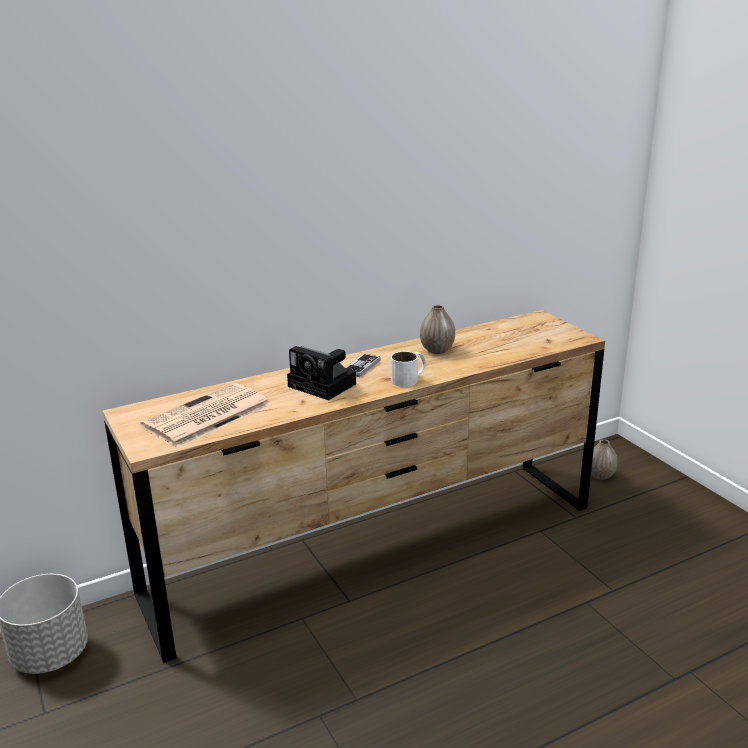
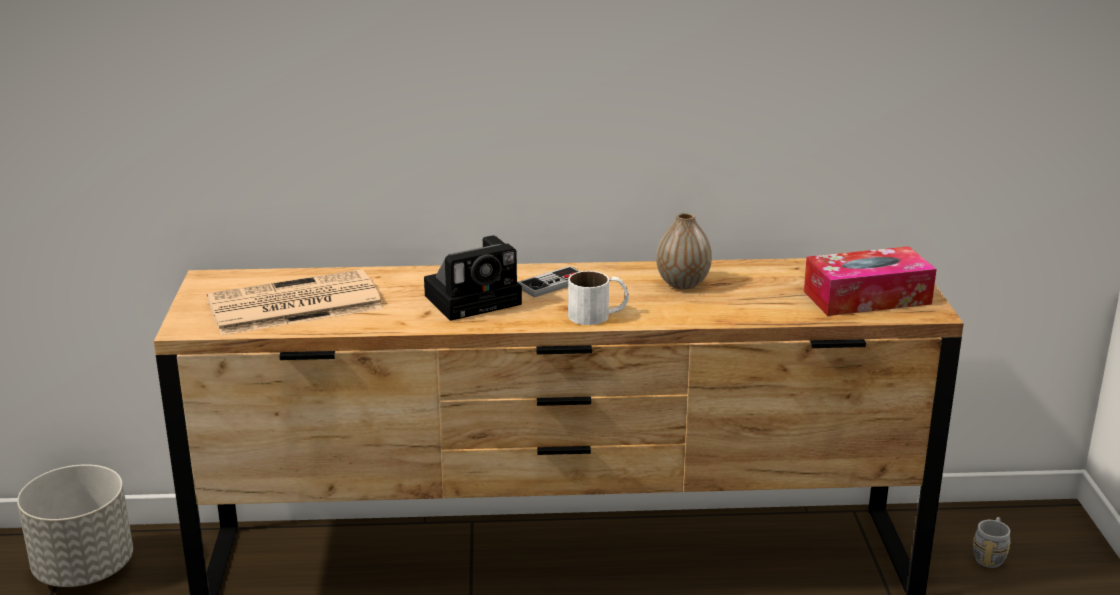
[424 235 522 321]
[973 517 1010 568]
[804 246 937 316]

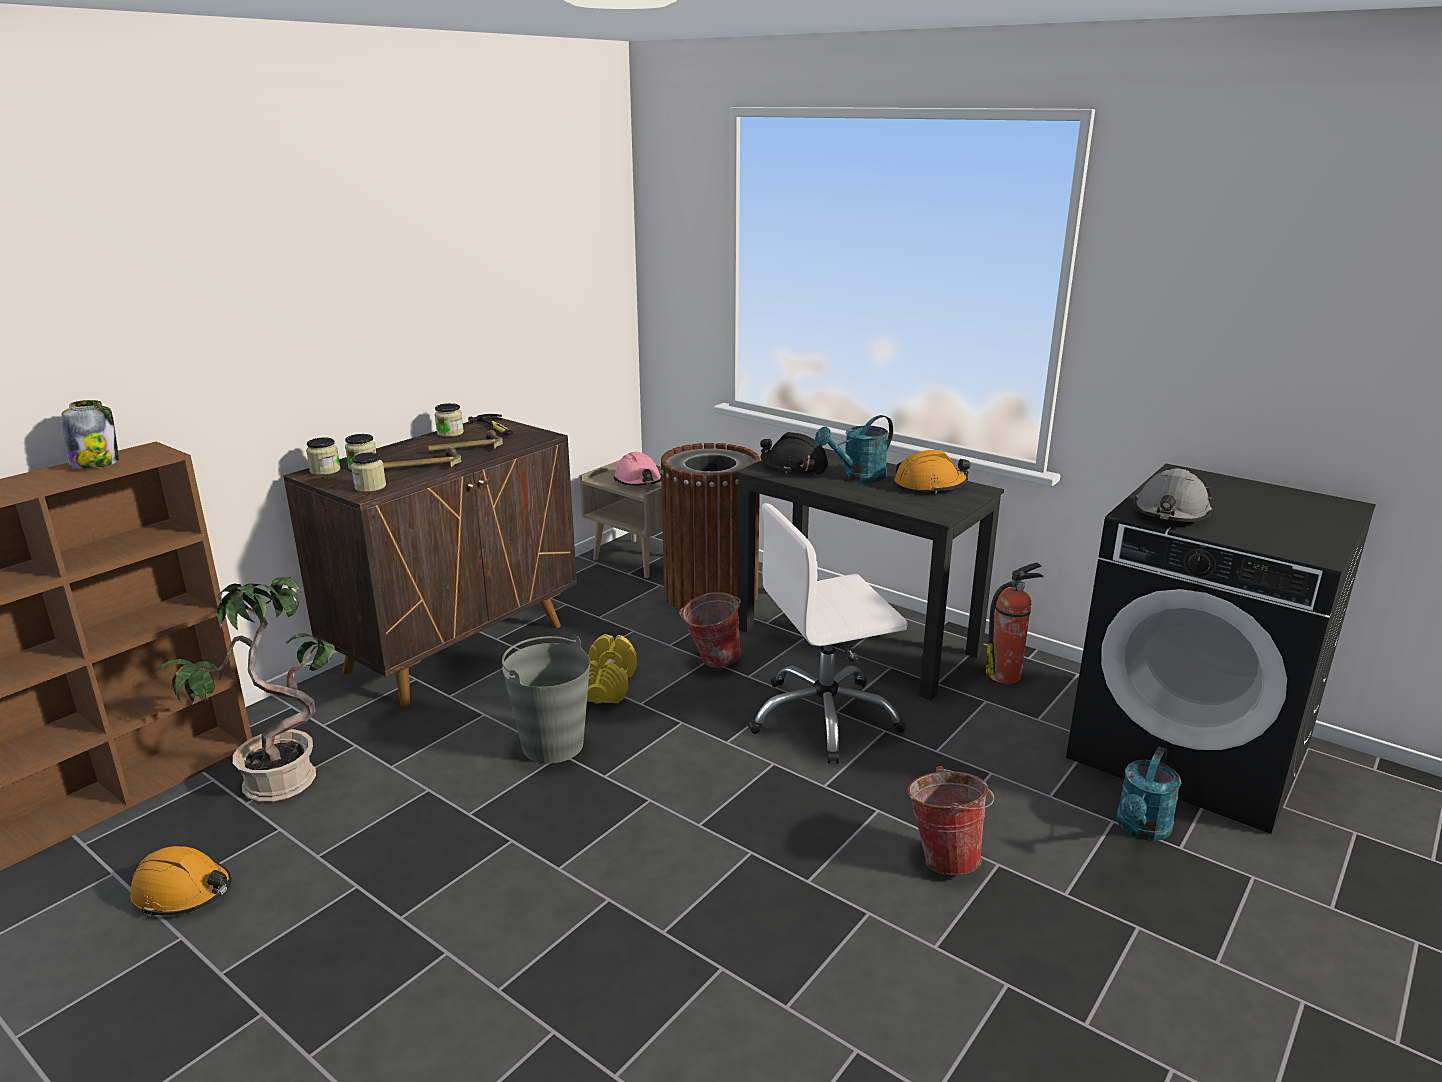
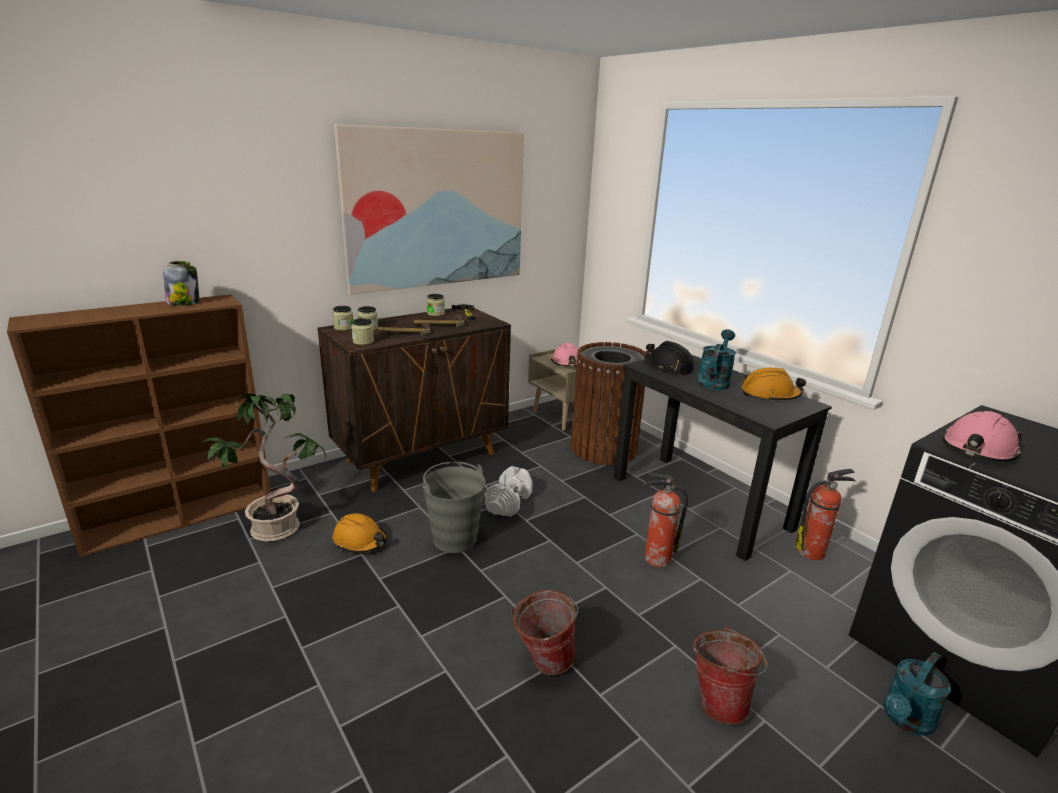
[332 513 387 553]
[485 466 533 517]
[512 590 578 675]
[643 473 688 567]
[697 329 736 390]
[942 411 1022 462]
[334 124 524 295]

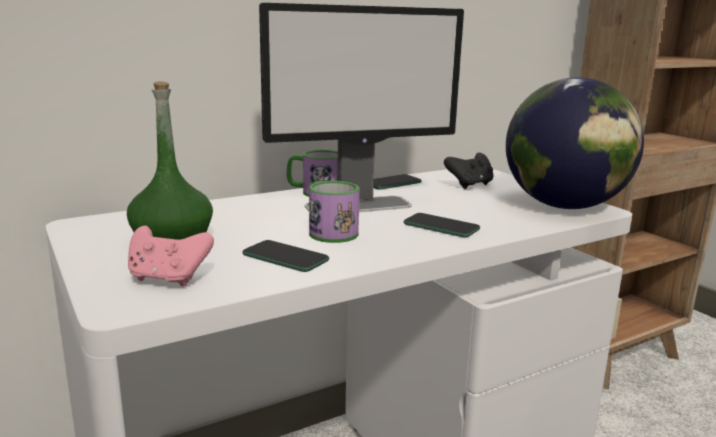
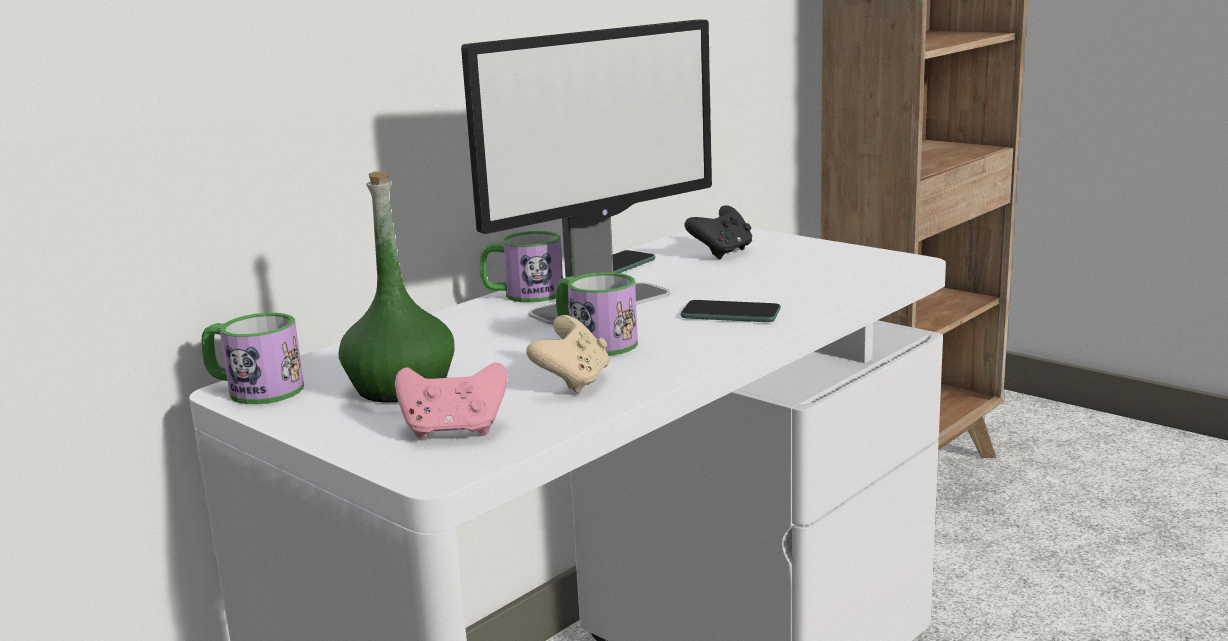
[526 315 609 394]
[506 78 644 209] (first image)
[201 313 304 404]

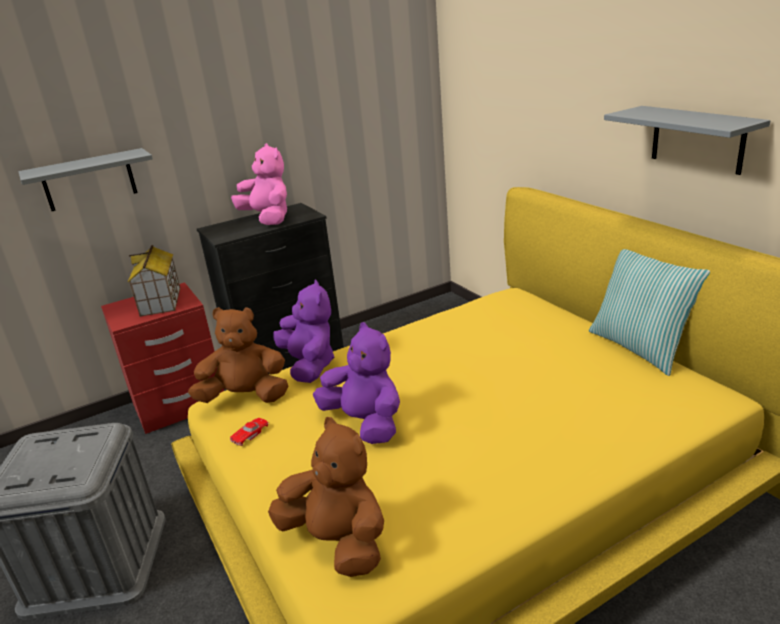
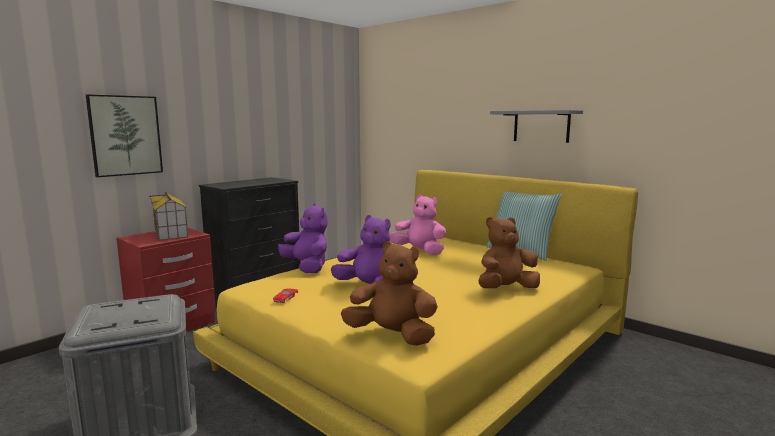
[86 94 163 177]
[479 217 540 288]
[390 194 446 255]

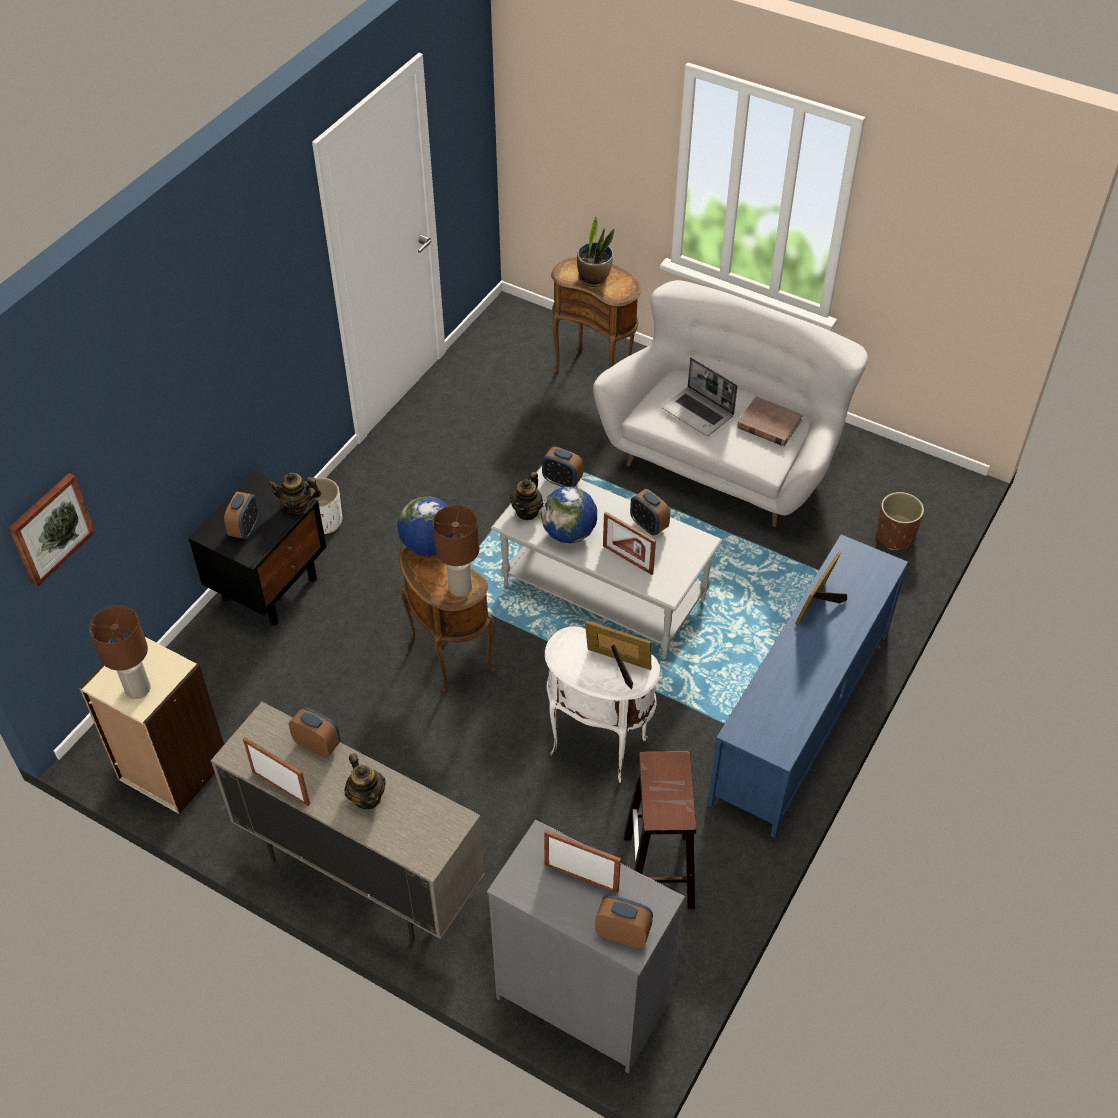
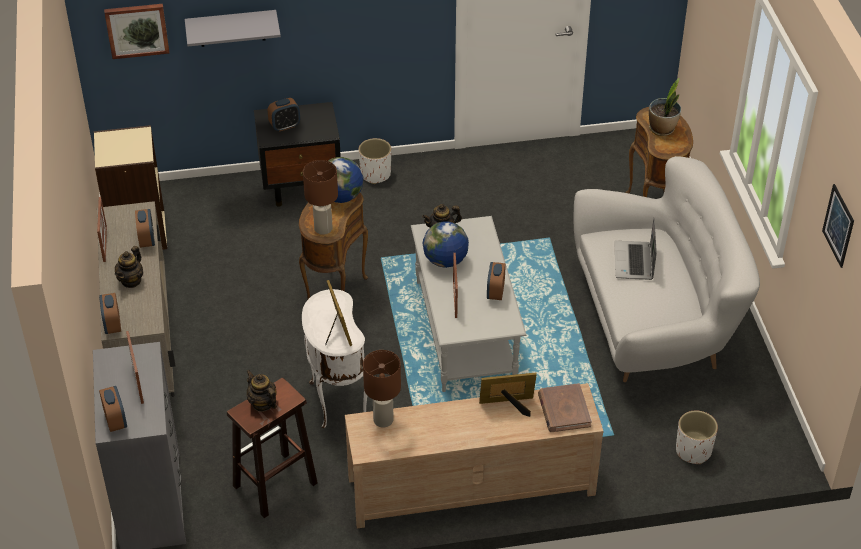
[363 350 401 428]
[246 370 277 412]
[99 293 121 334]
[345 383 603 529]
[538 383 592 432]
[676 411 718 464]
[185 10 281 47]
[822 184 854 268]

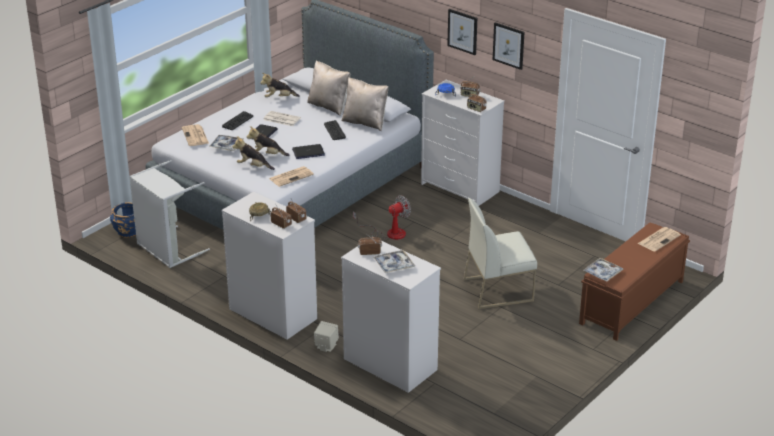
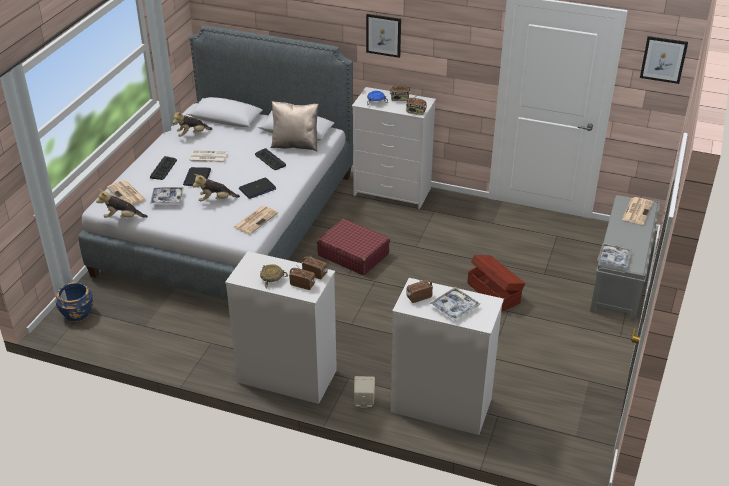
[129 160 210 268] (first image)
[96 189 148 218]
[307 60 350 116] (first image)
[317 219 390 275]
[467 255 525 312]
[640 36 688 84]
[590 195 660 322]

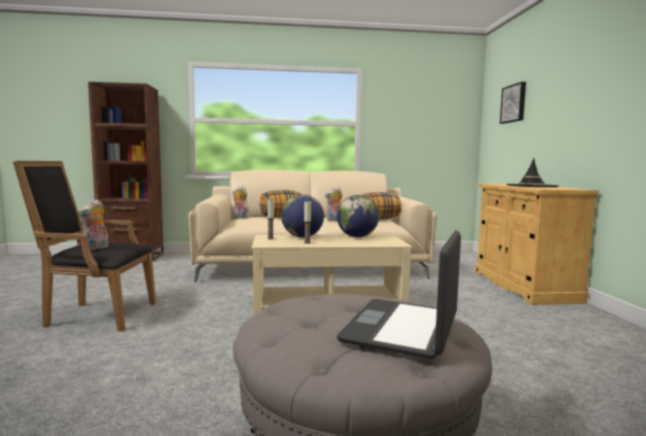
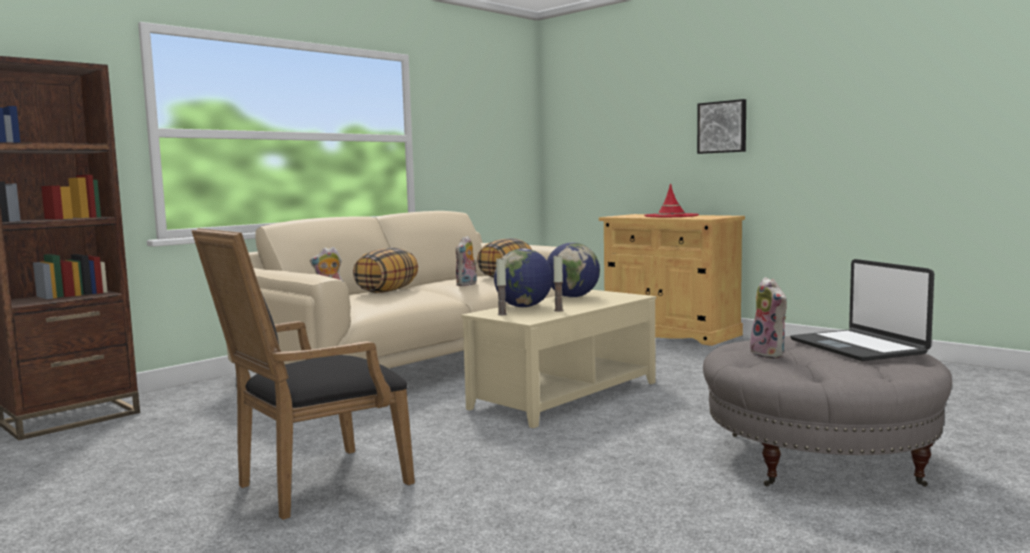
[750 277 787 359]
[697 99 746 154]
[644 183 699 217]

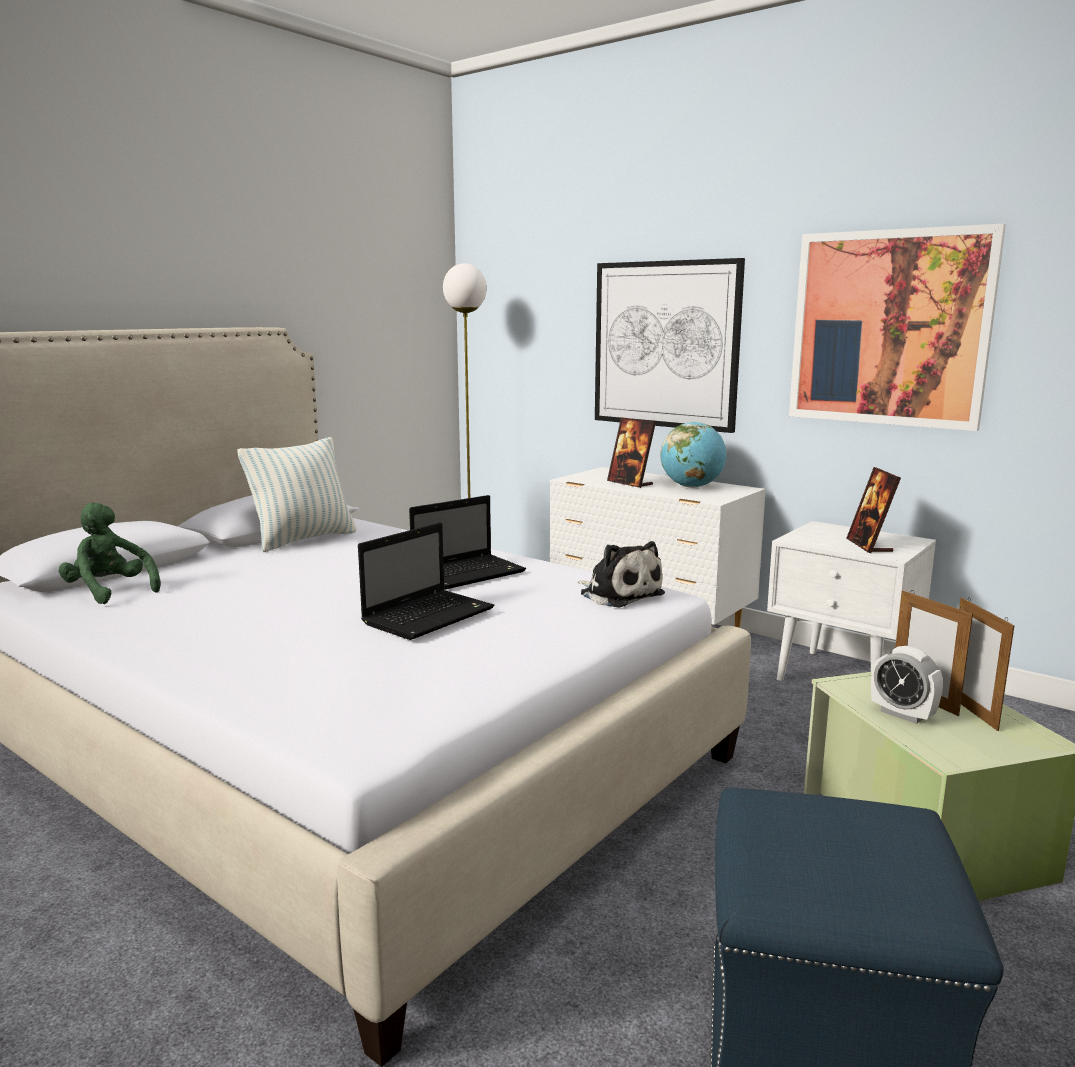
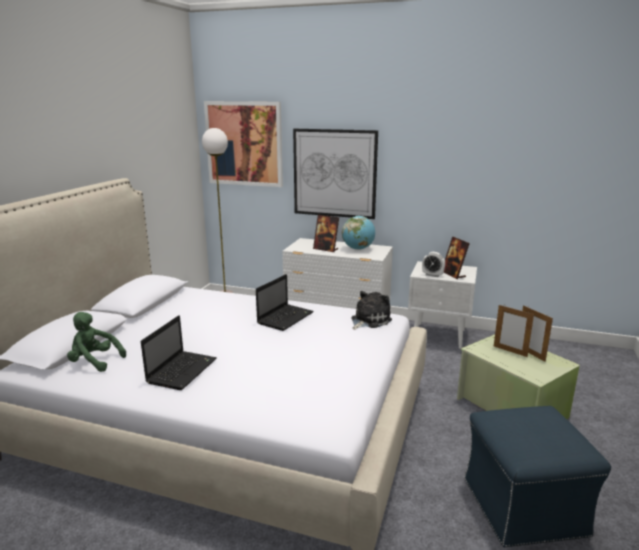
[238 437 357 552] (first image)
[141 315 217 390]
[351 291 392 330]
[204 101 283 187]
[422 252 445 277]

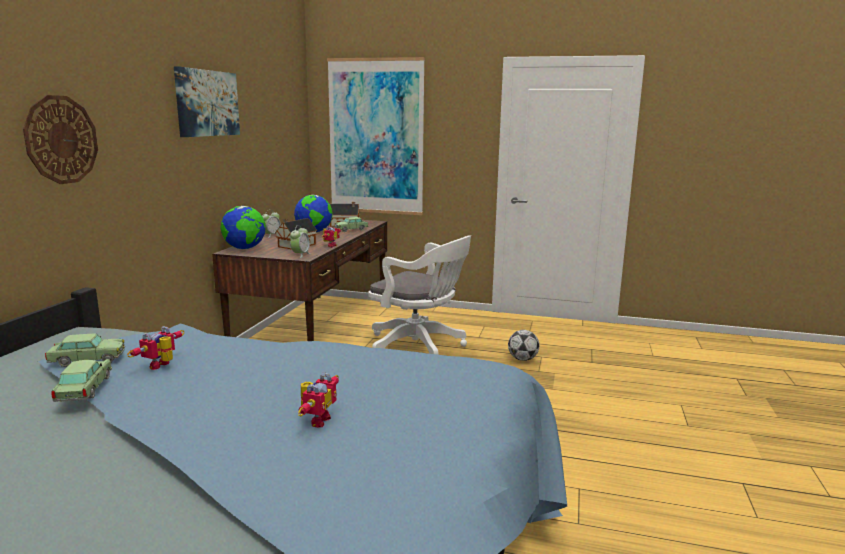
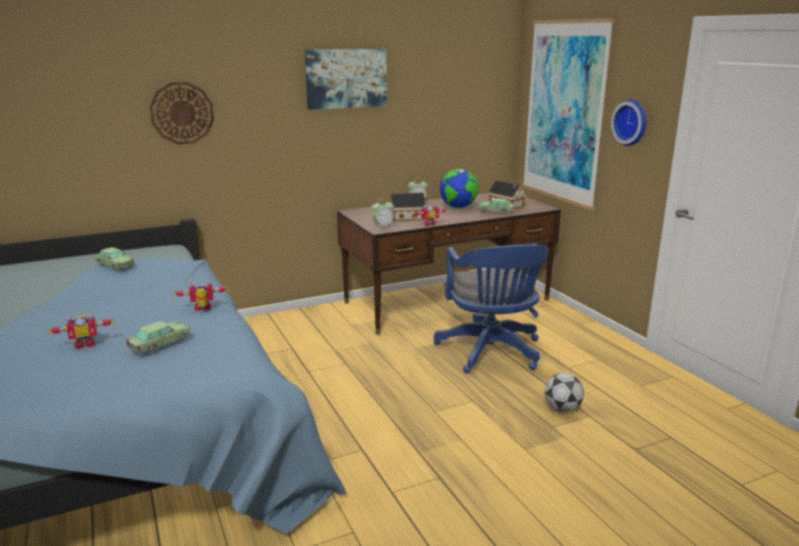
[126 321 191 354]
[173 280 229 311]
[220 206 266 249] (first image)
[434 243 549 373]
[611 99 646 146]

